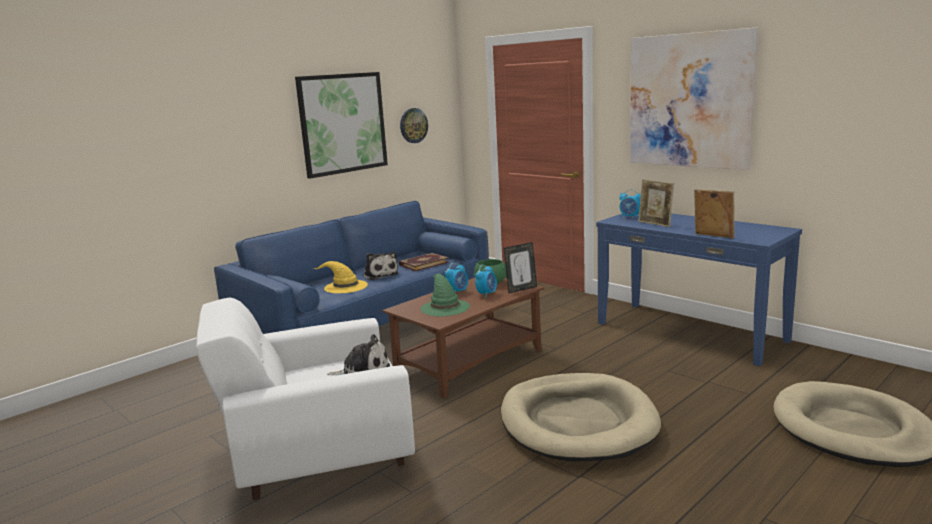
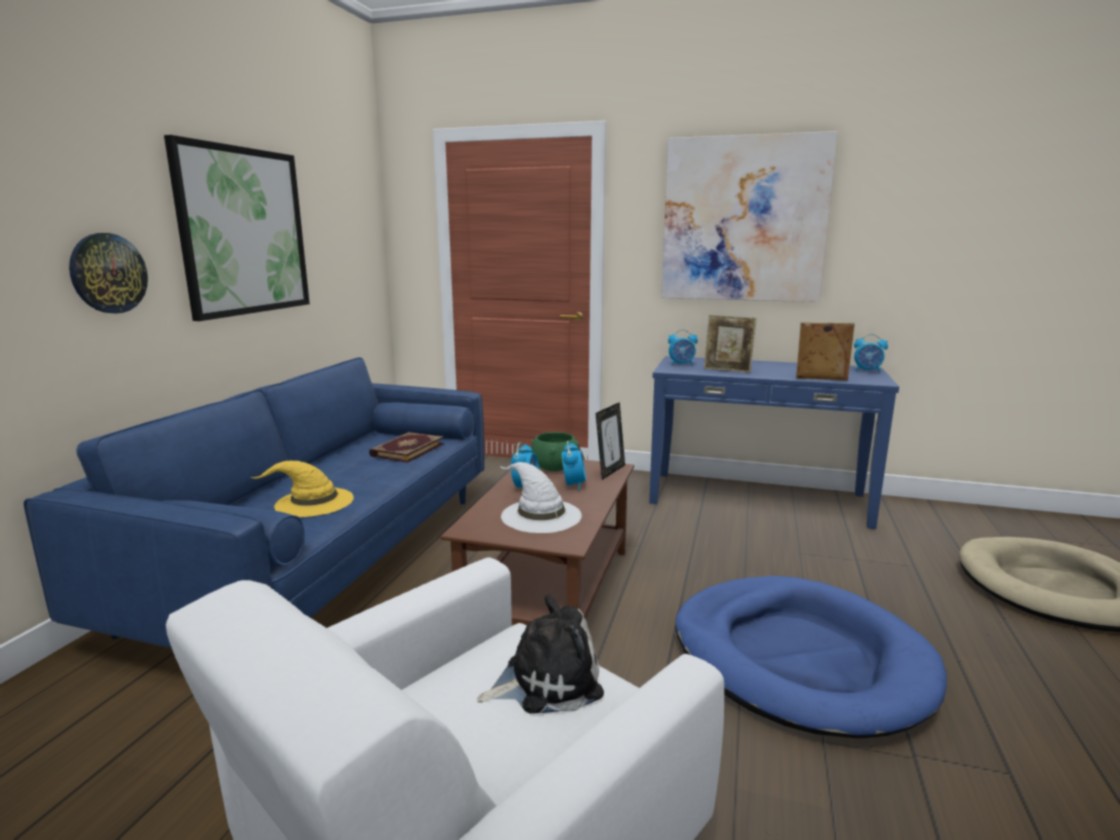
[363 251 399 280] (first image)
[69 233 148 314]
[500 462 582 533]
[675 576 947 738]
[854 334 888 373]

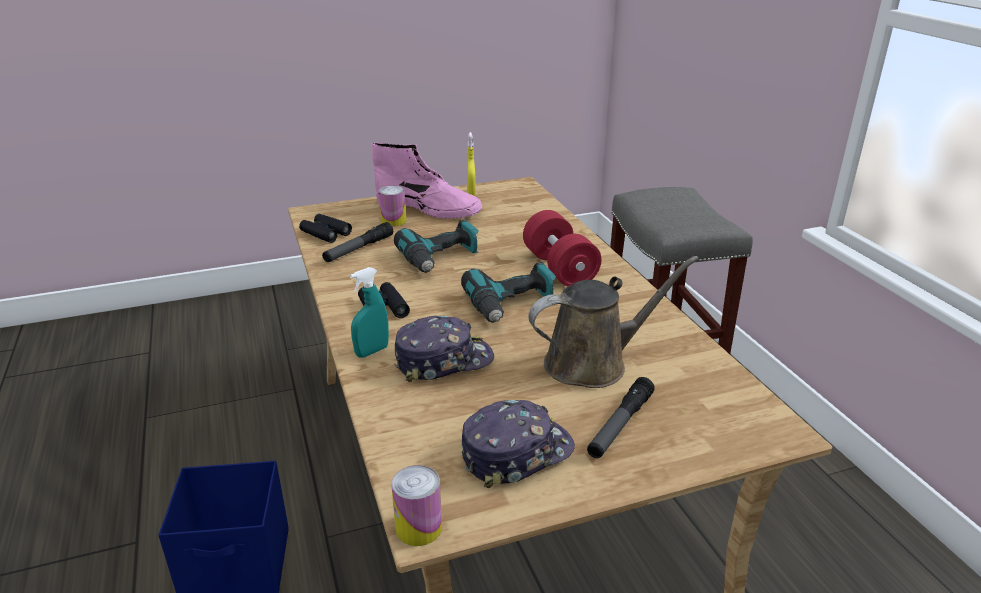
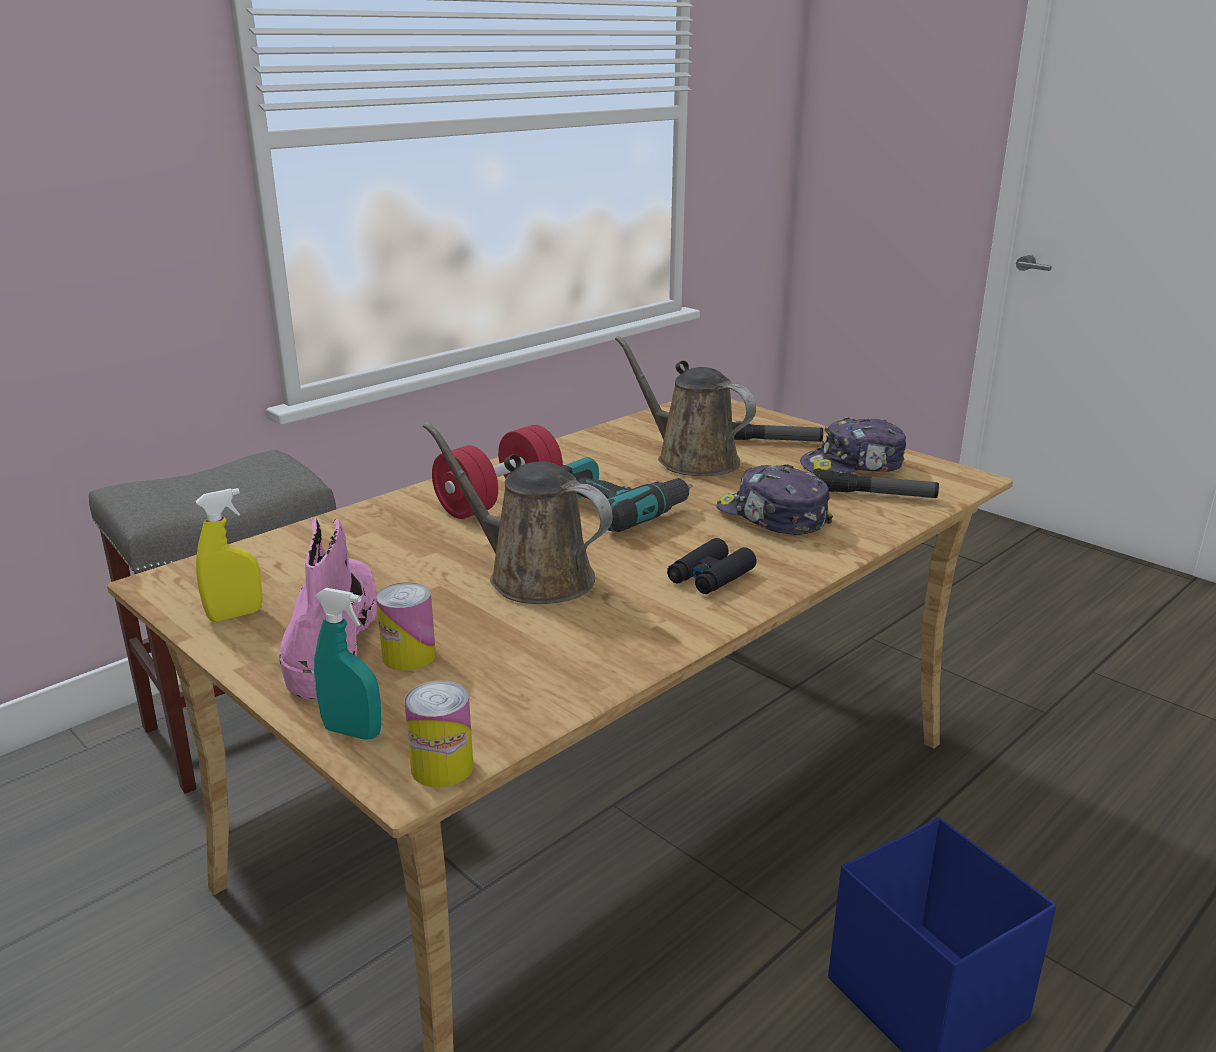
[299 214 352 243] (first image)
[814 469 939 498]
[314 588 381 740]
[404 680 474 787]
[423 422 613 604]
[800 417 906 473]

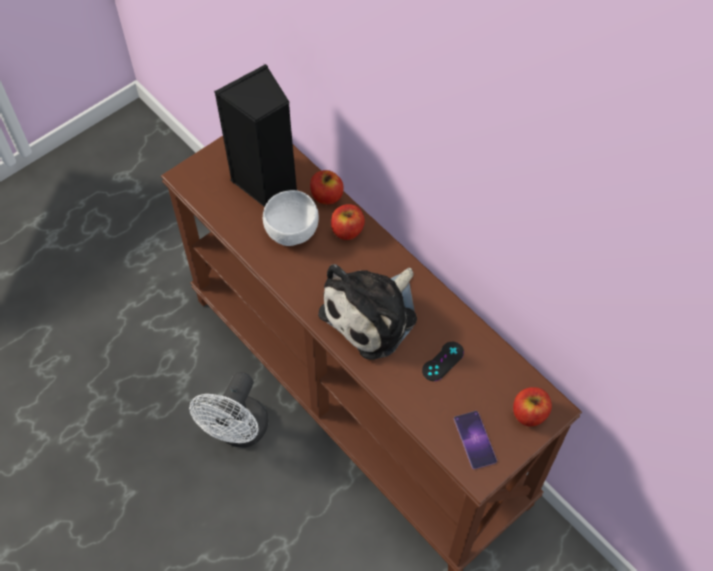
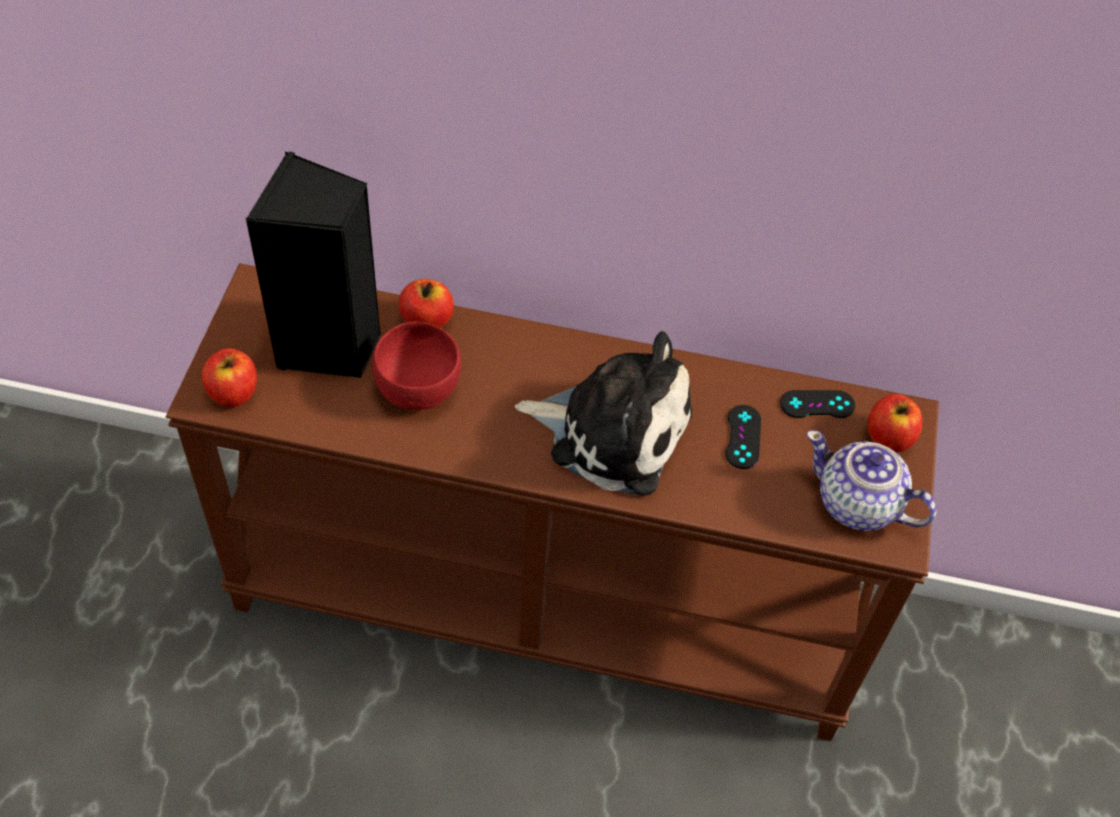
[189 372 269 448] (first image)
[372 322 461 410]
[515 331 692 496]
[202 348 257 407]
[807 430 937 531]
[780 390 855 418]

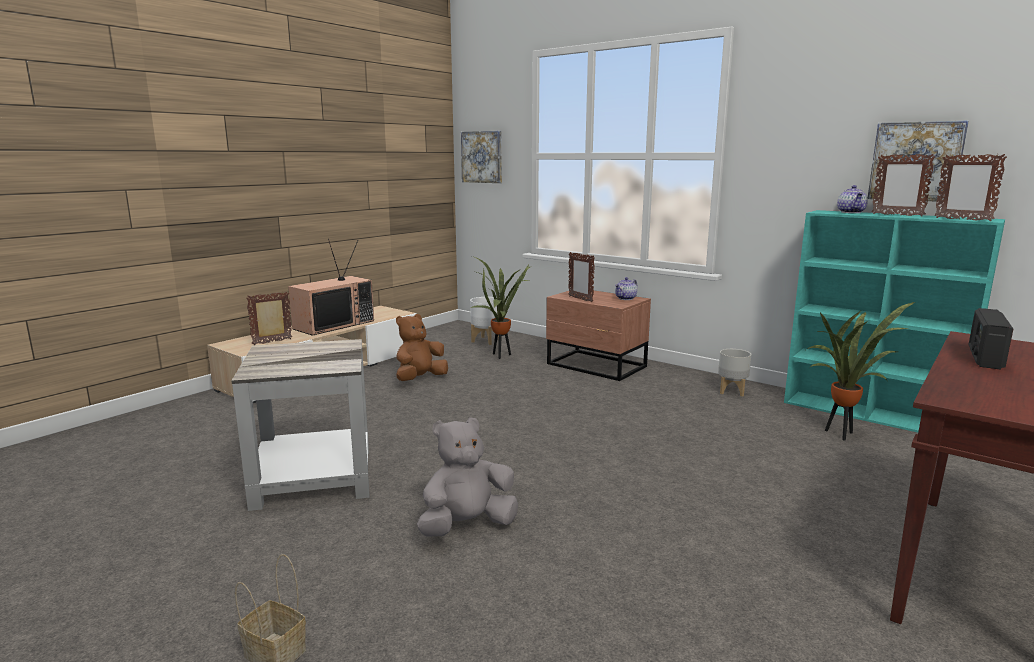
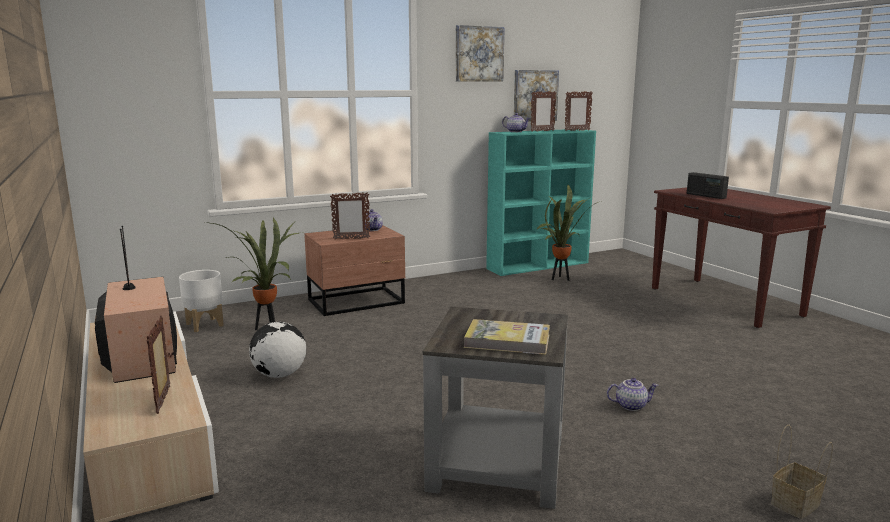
[249 322 306 378]
[607 378 659 411]
[456 25 505 81]
[718 349 751 397] (first image)
[464 319 550 355]

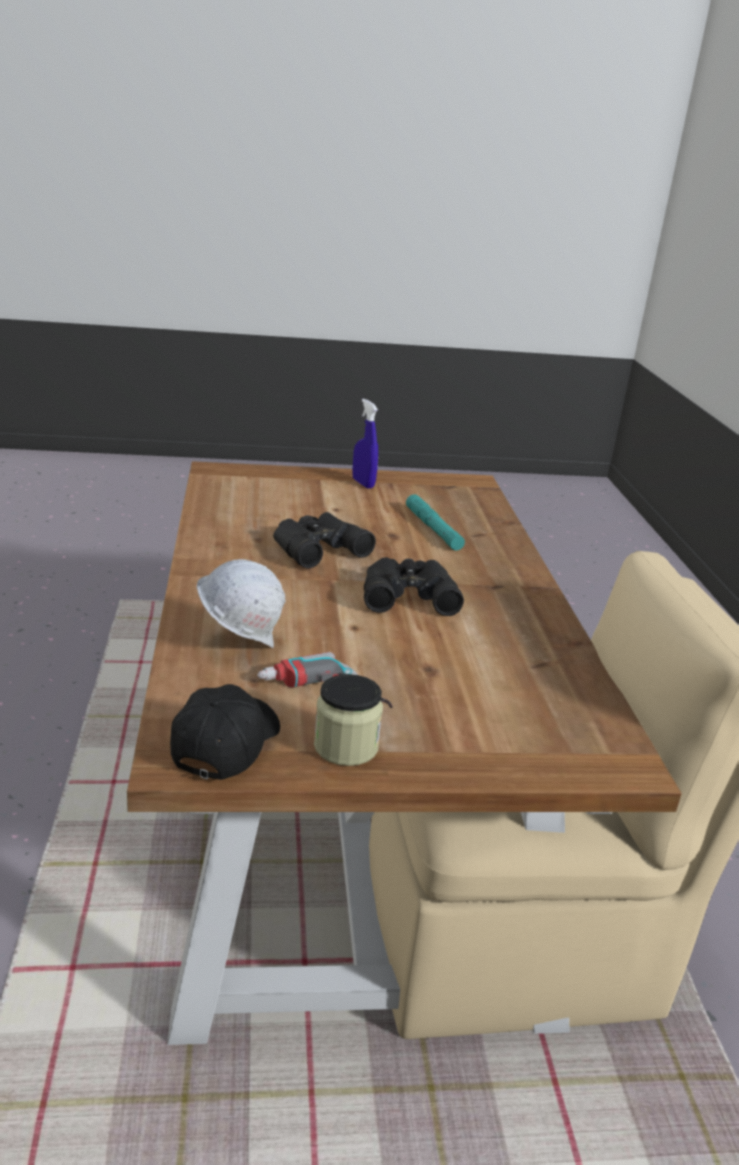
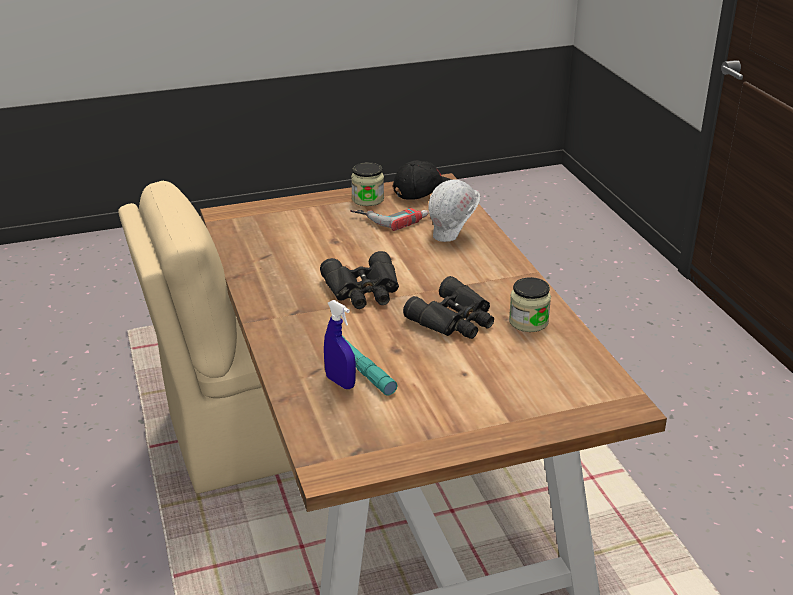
[393 160 452 200]
[324 300 356 389]
[509 277 551 332]

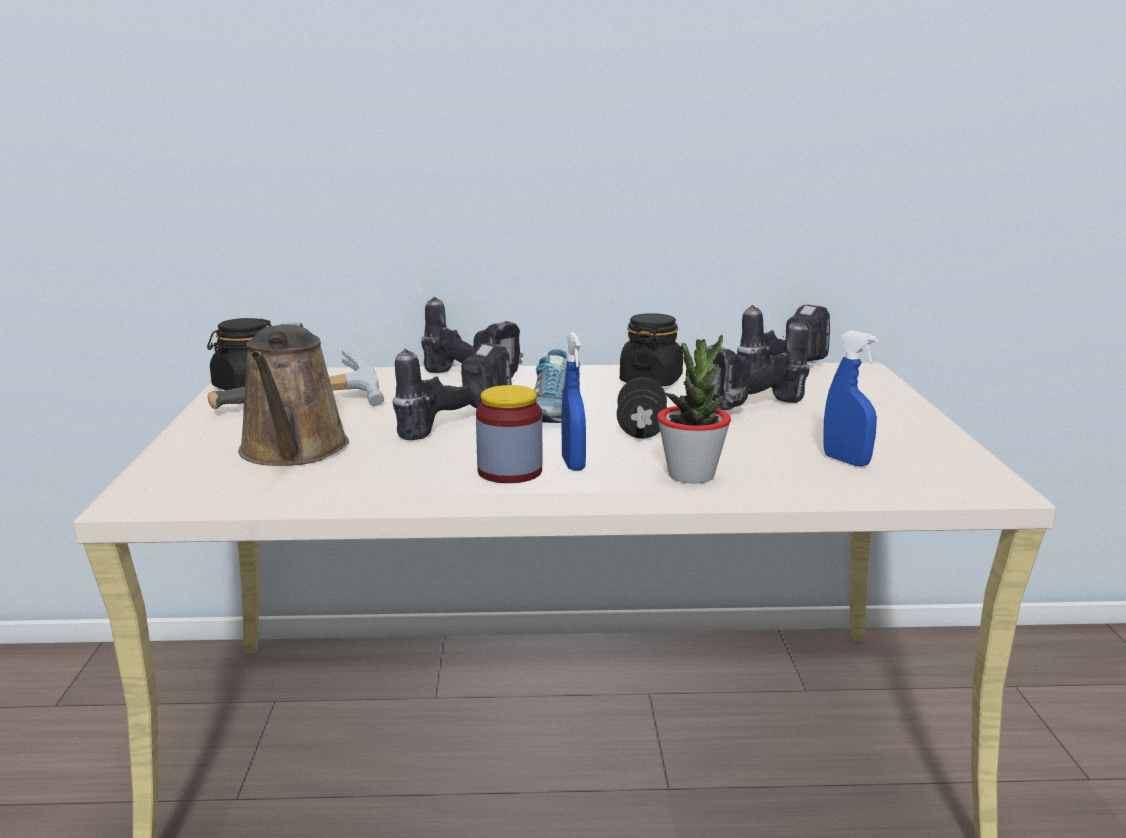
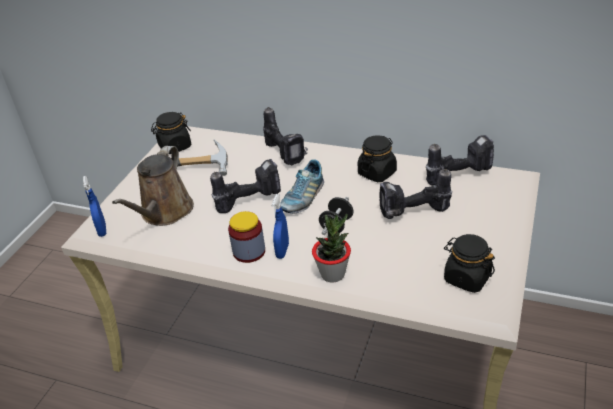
[83 176 106 237]
[444 234 495 293]

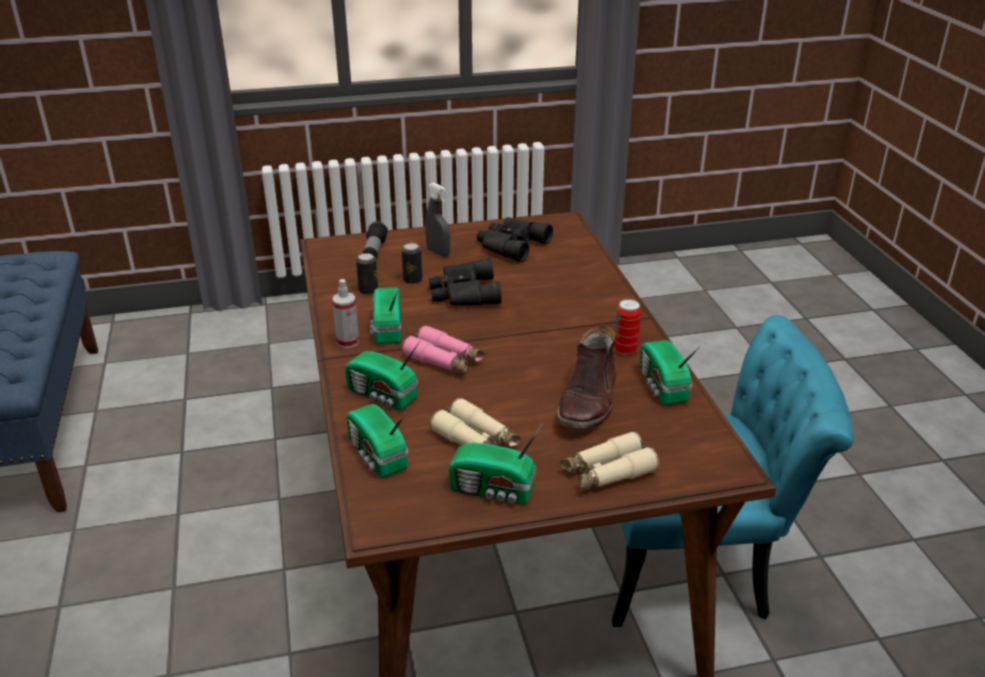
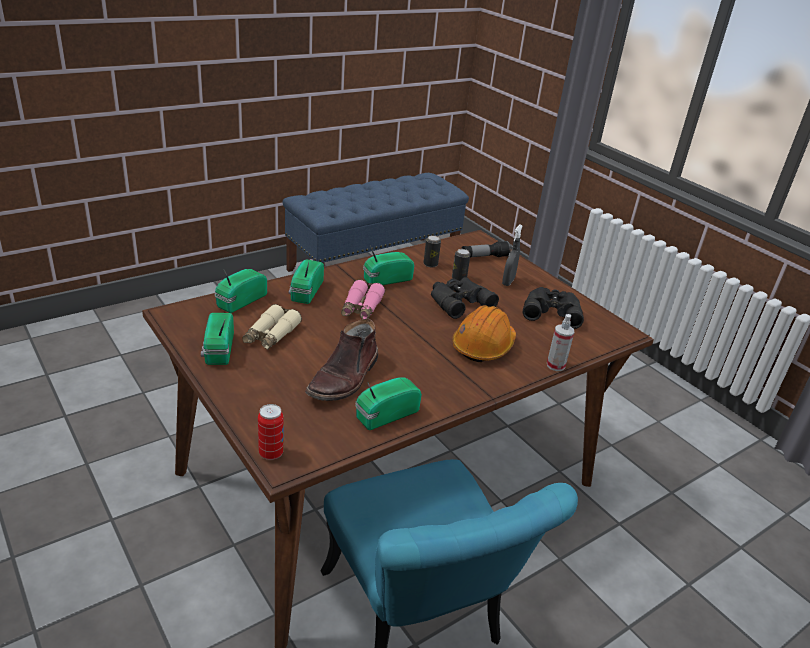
[547 314 574 371]
[305 319 378 401]
[560 431 659 491] (first image)
[258 404 284 460]
[453 305 516 363]

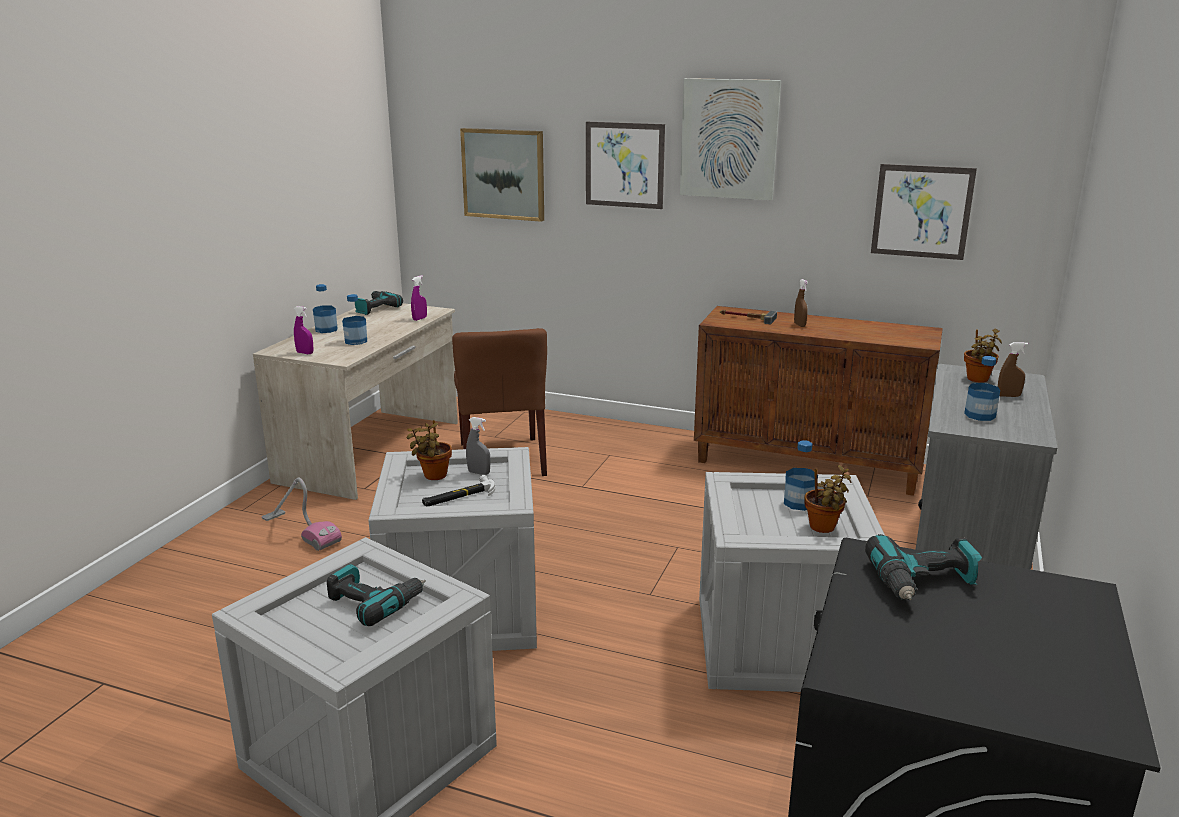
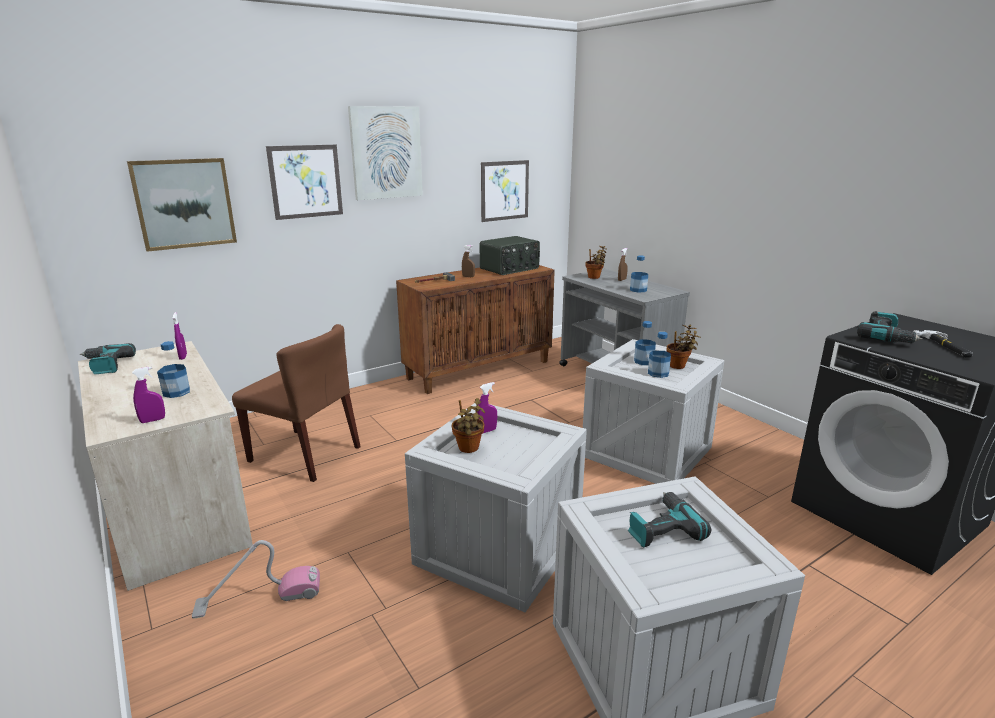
[648 332 671 378]
[913 330 973 358]
[477 382 497 433]
[480 236 540 275]

